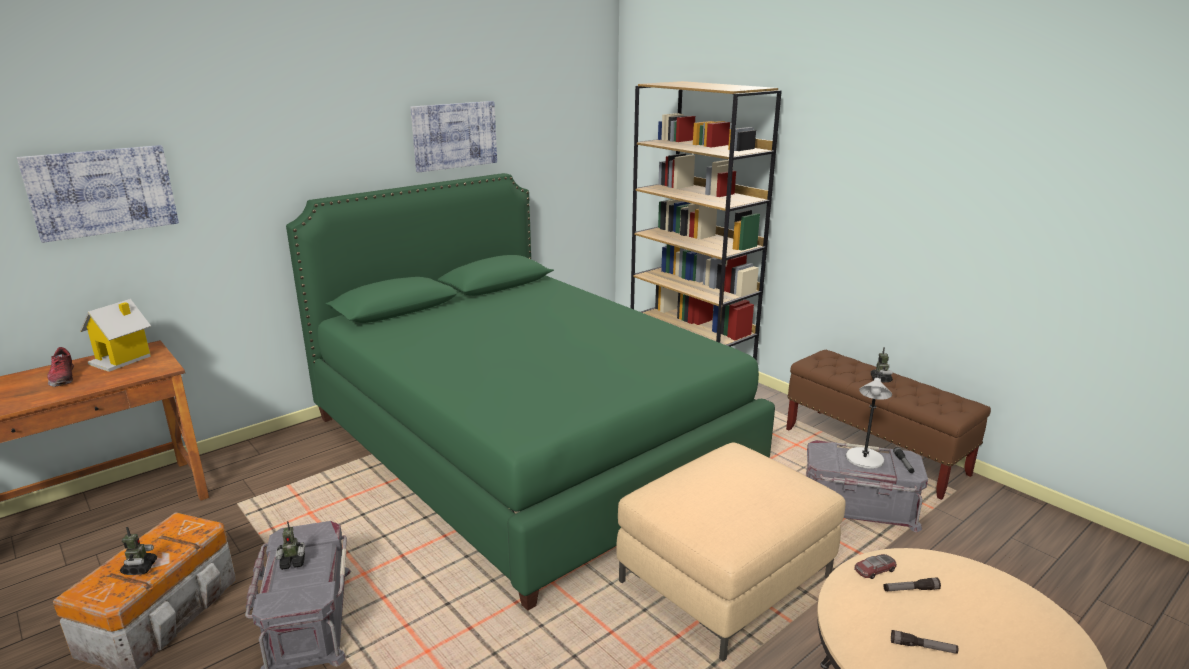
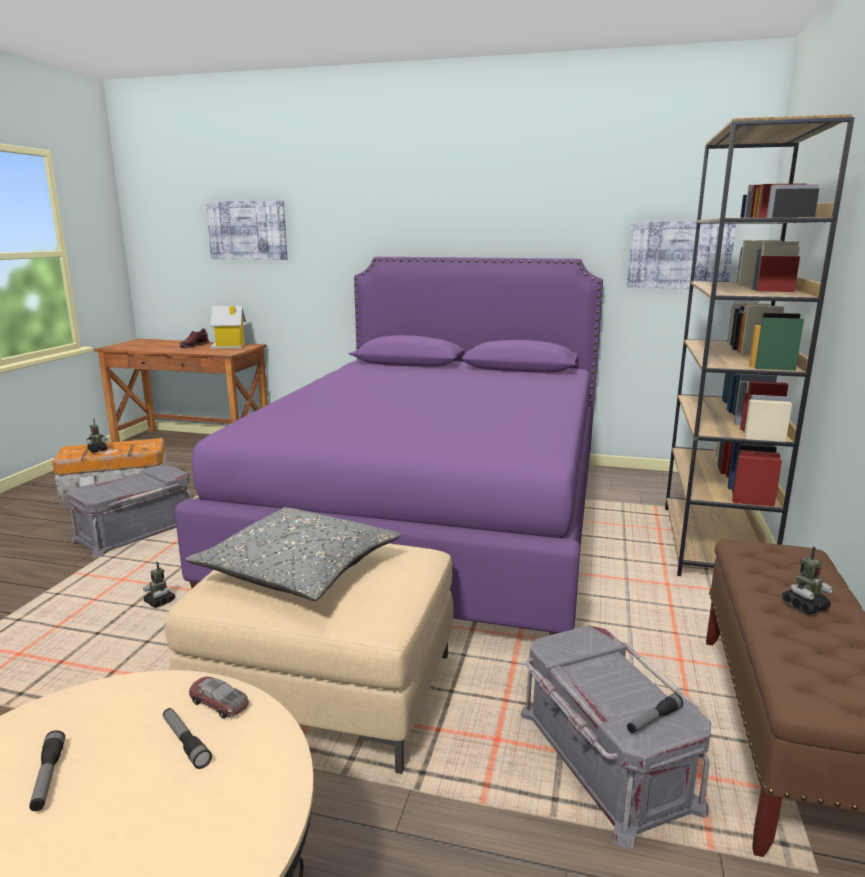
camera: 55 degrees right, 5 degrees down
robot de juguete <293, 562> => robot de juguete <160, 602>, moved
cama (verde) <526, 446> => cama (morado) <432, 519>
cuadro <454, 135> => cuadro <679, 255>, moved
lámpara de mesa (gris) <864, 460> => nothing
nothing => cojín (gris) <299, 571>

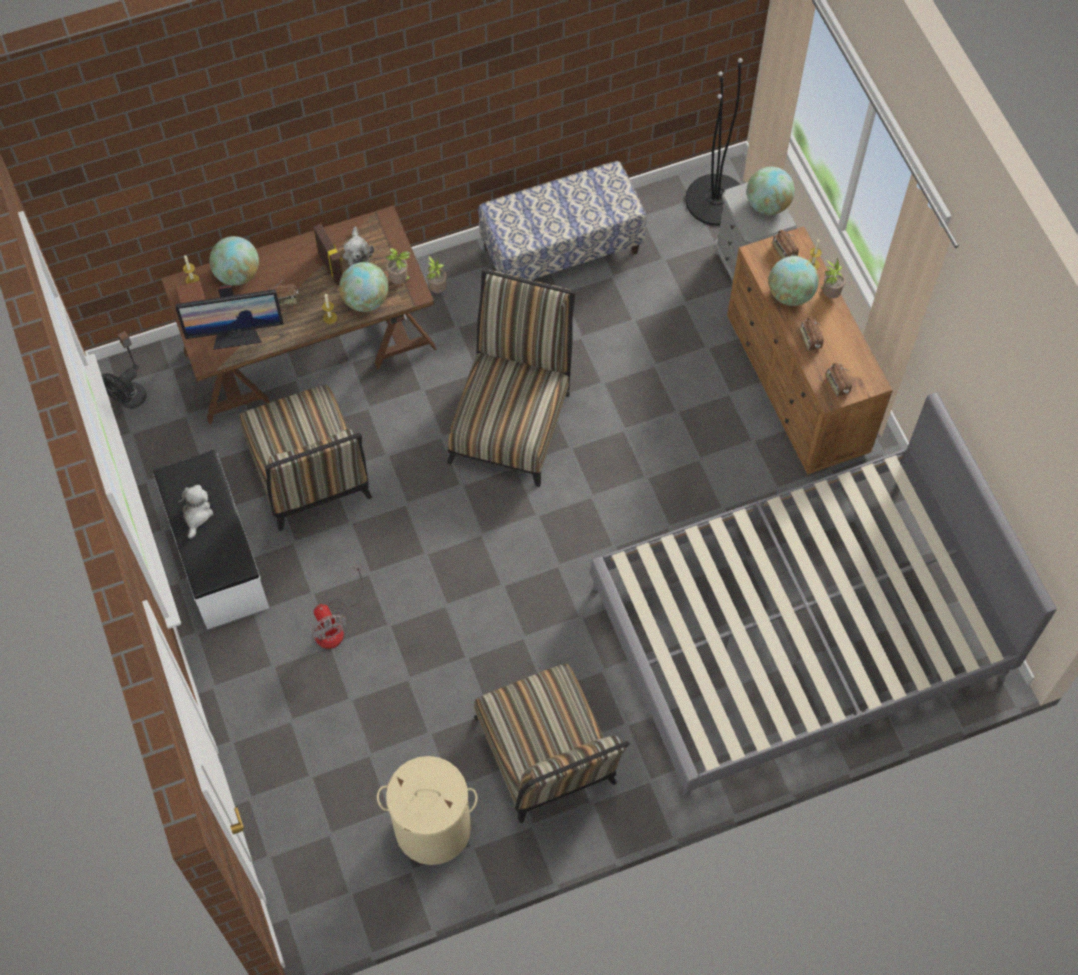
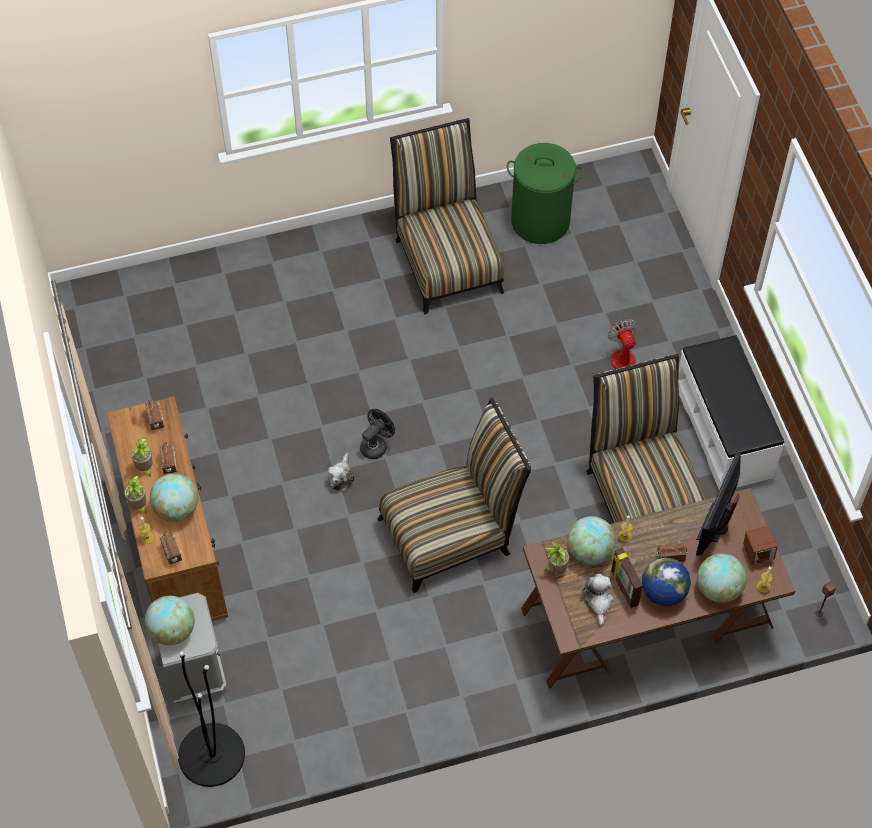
camera: 175 degrees left, 5 degrees down
ventilador (negro) <129, 400> => ventilador (negro) <376, 445>, moved
monitor <236, 335> => monitor <715, 525>, 60 degrees counterclockwise
peluche <196, 514> => peluche <341, 476>, moved
cesto de la ropa (beis) <432, 828> => cesto de la ropa (verde) <540, 221>
planta en maceta <437, 289> => planta en maceta <145, 468>, moved
silla <512, 419> => silla <452, 533>, 135 degrees counterclockwise
banco <561, 249> => nothing
cama (gris) <800, 630> => nothing
nothing => globo terráqueo <663, 593>

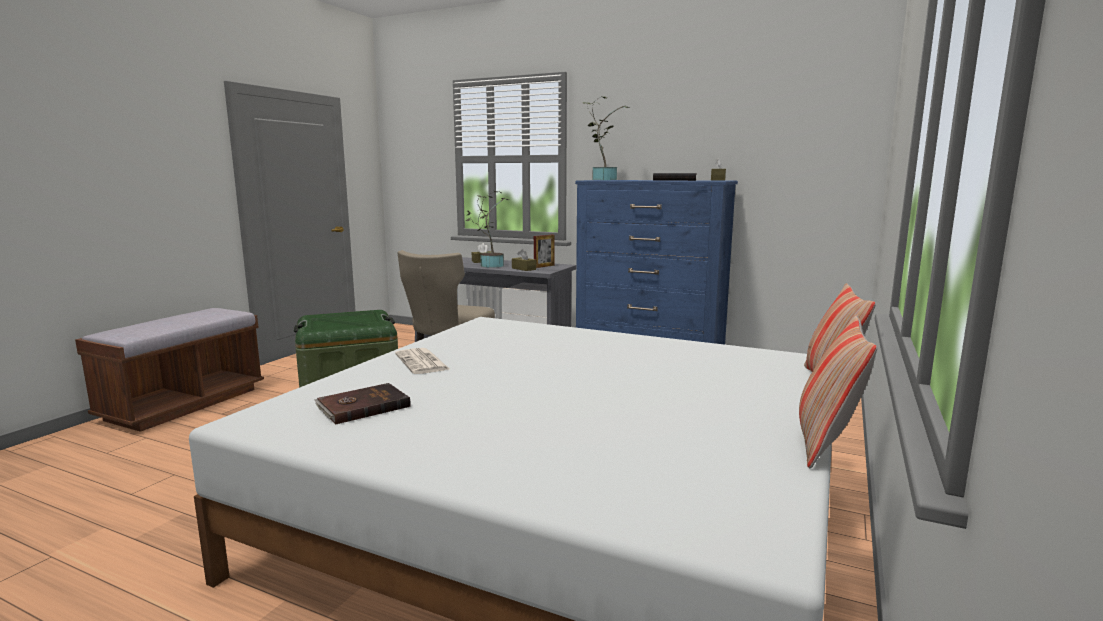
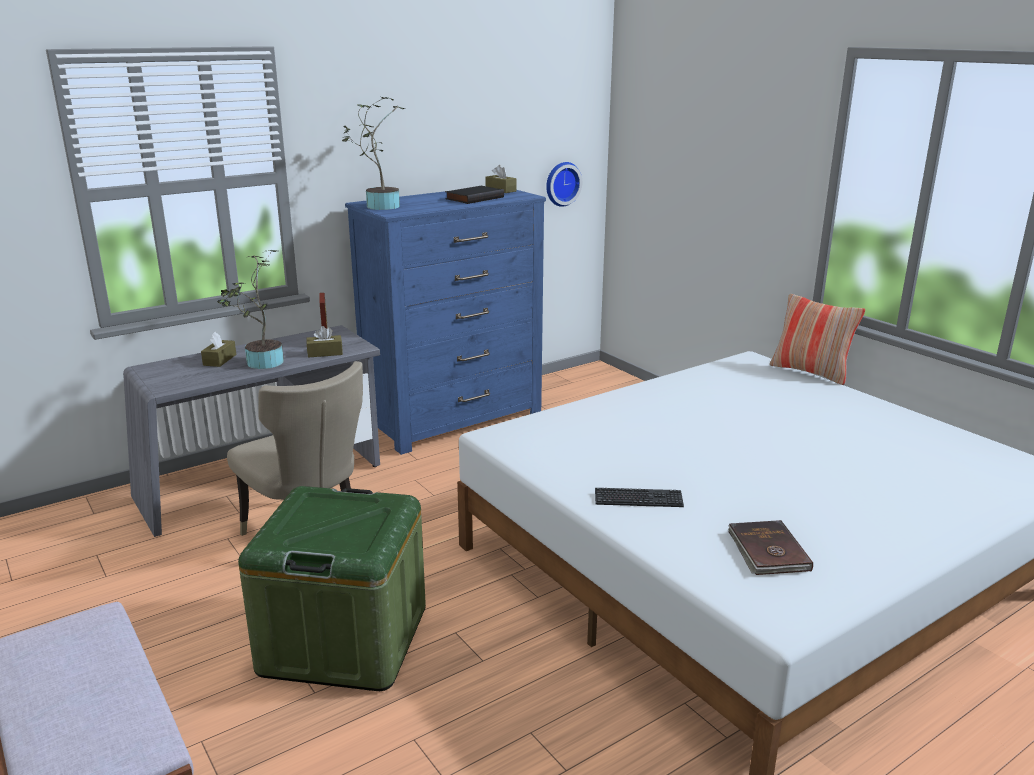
camera: 60 degrees left, 10 degrees up
periódico <422, 362> => teclado <638, 499>
cojín <826, 443> => nothing
nothing => reloj de pared <561, 183>

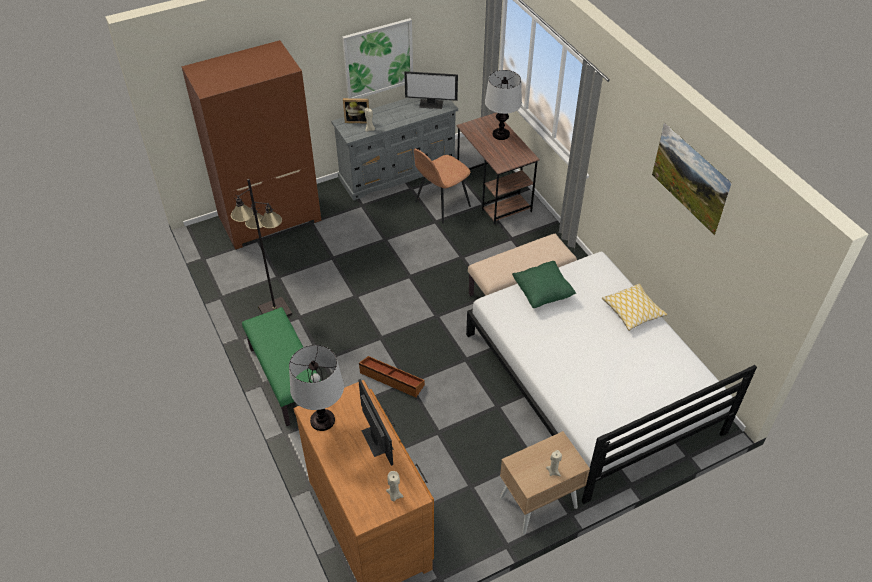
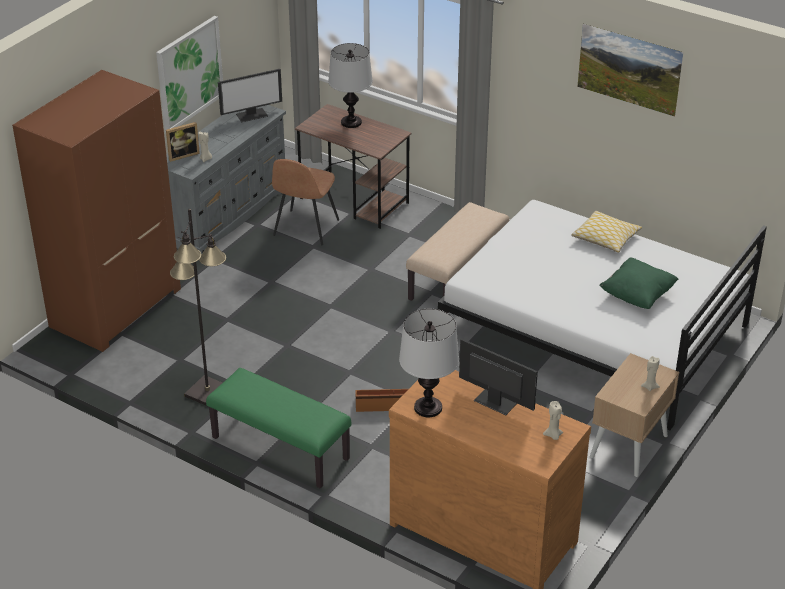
camera: 30 degrees left, 10 degrees down
cojín (verde) <542, 293> => cojín (verde) <637, 295>, moved

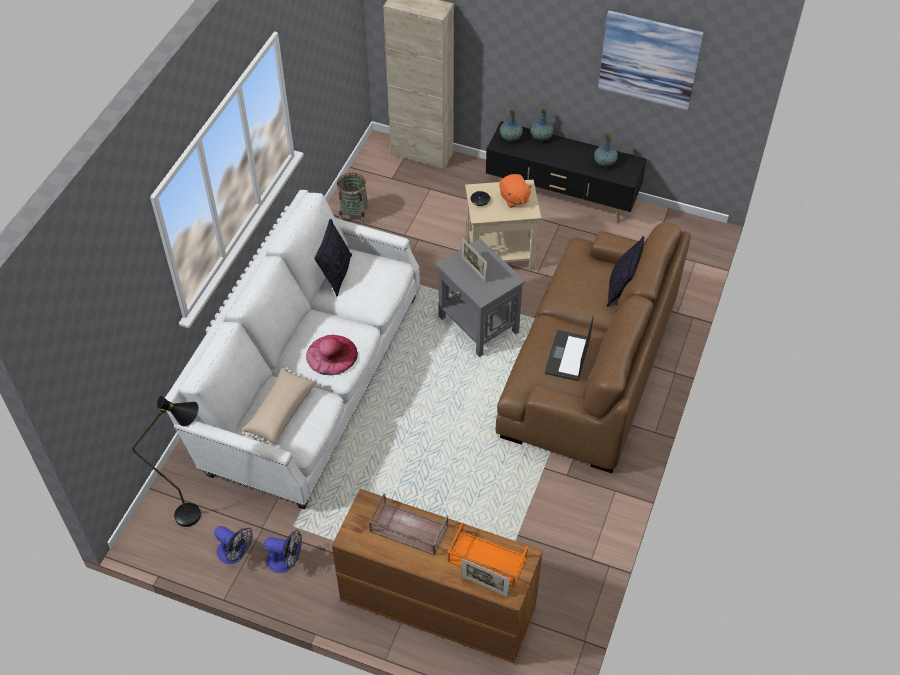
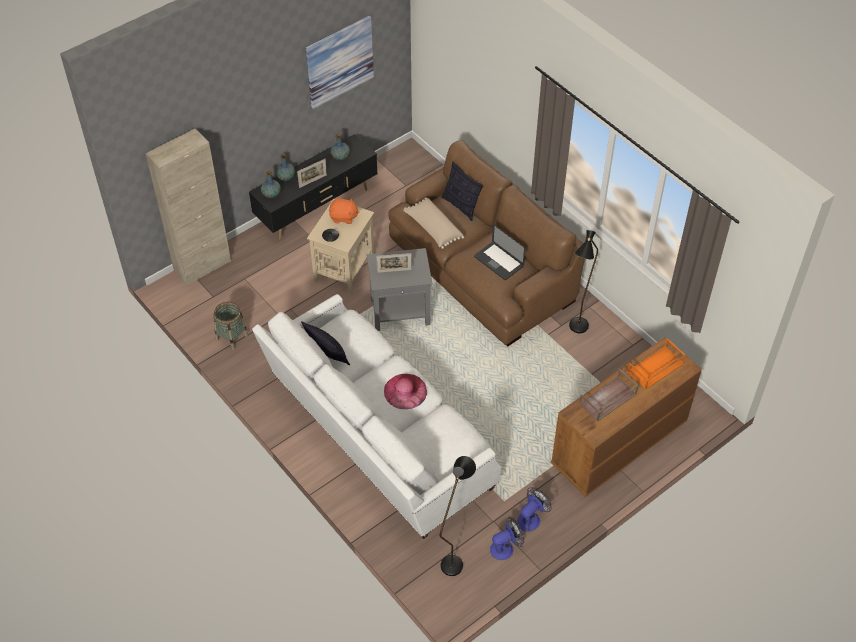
camera: 60 degrees left, 0 degrees up
cojín (beis) <279, 412> => cojín (beis) <433, 228>, moved
portarretratos <484, 586> => portarretratos <313, 181>, moved
nothing => lámpara de pie (negro) <576, 331>

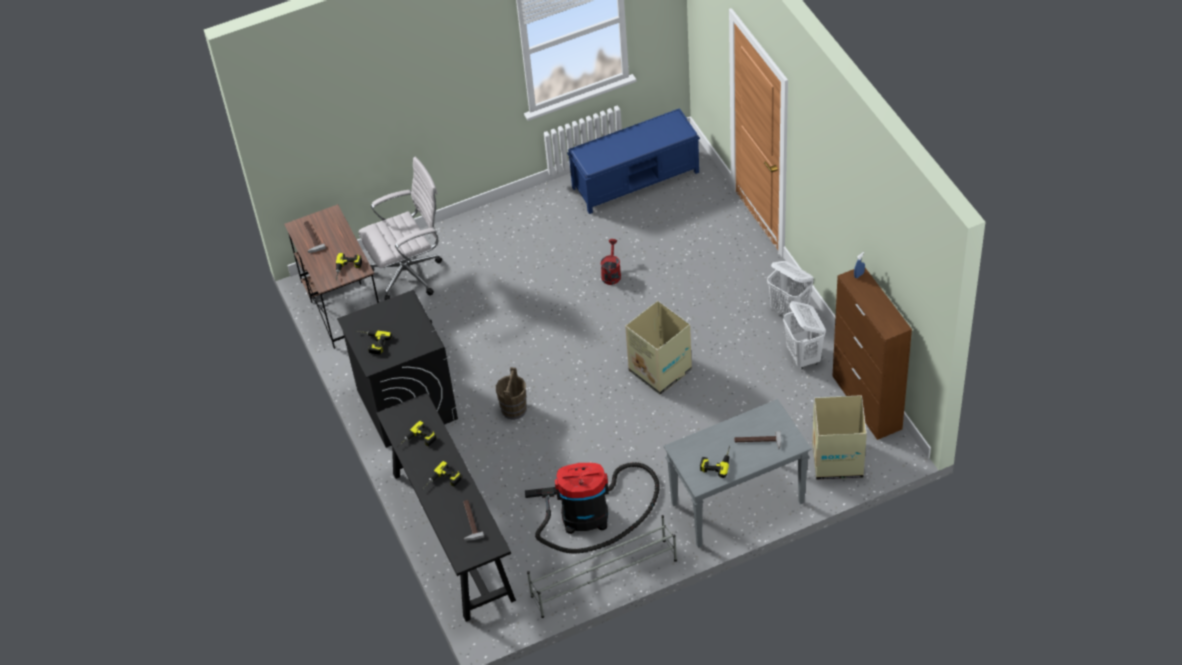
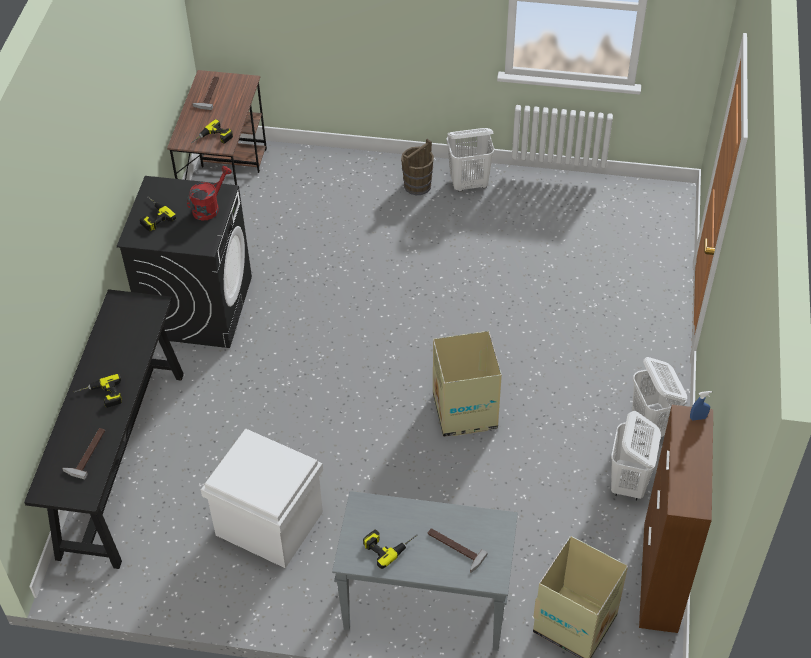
camera: 30 degrees right, 0 degrees up
silla de oficina (blanco) <410, 274> => nothing
taladro <417, 441> => nothing
cubo (marrón) <514, 409> => cubo (marrón) <417, 185>, moved
aspiradora <591, 515> => caja de almacenaje (blanco) <268, 523>
zapatero (gris) <603, 578> => nothing
banco (azul) <636, 179> => nothing
regadera (rojo) <611, 273> => regadera (rojo) <209, 207>, moved
nothing => cesto de la ropa (blanco) <469, 183>

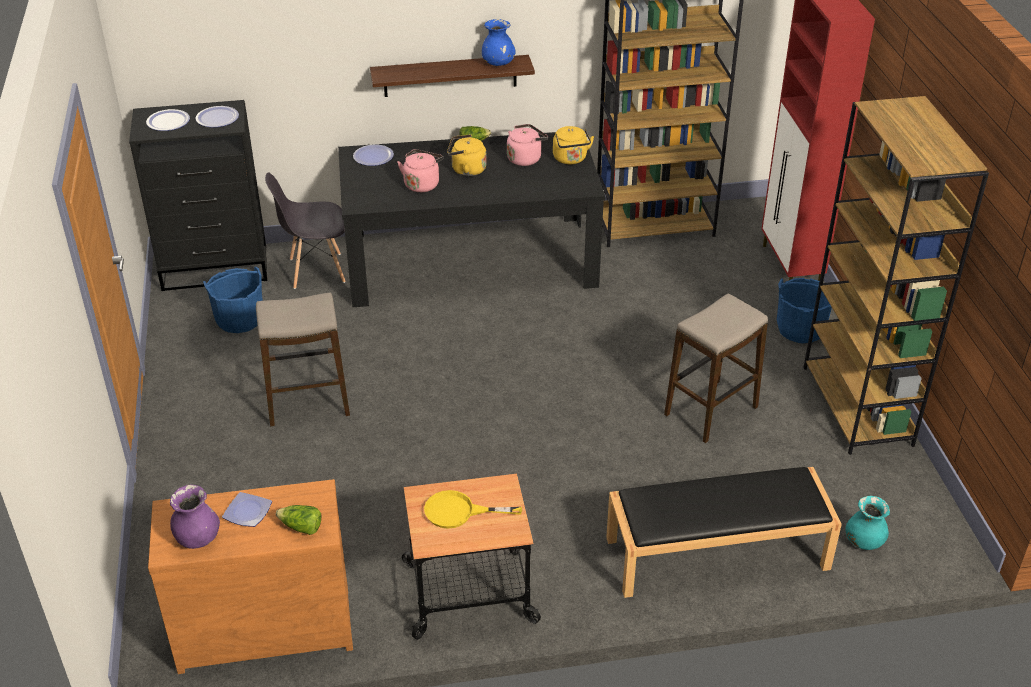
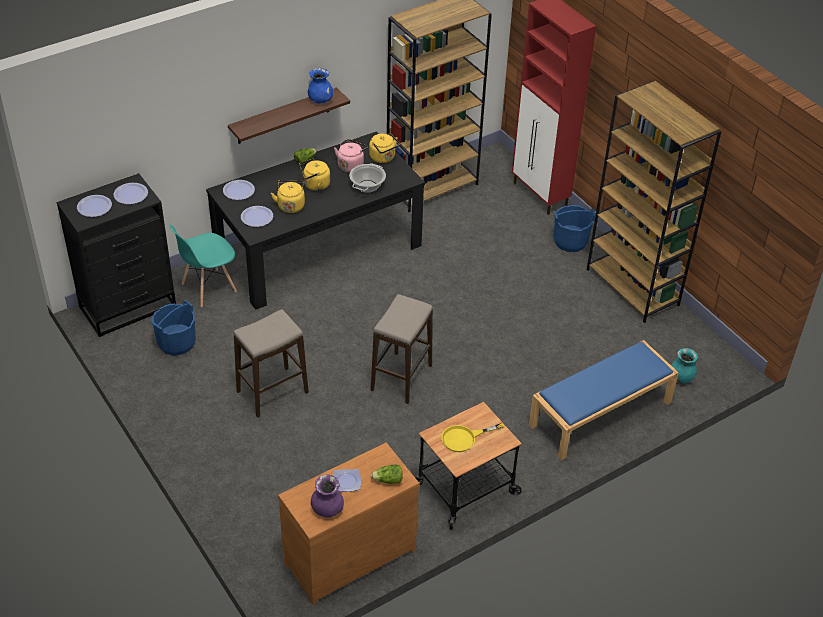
camera: 25 degrees left, 5 degrees up
silla (gris) <316, 271> => silla (turquesa) <208, 287>
hervidor (rosa) <422, 184> => hervidor (amarillo) <291, 205>
banco (negro) <716, 554> => banco (azul) <600, 414>
taburete <711, 411> => taburete <401, 378>, moved
nothing => plato <257, 217>
nothing => olla <367, 186>

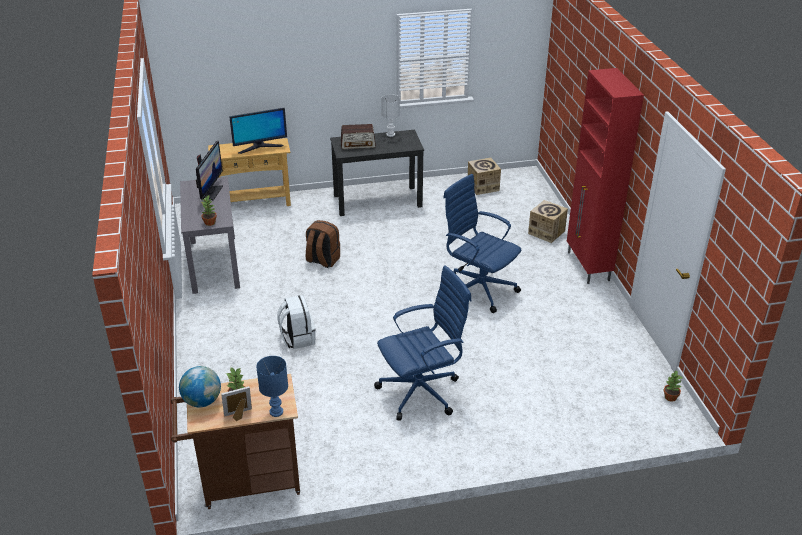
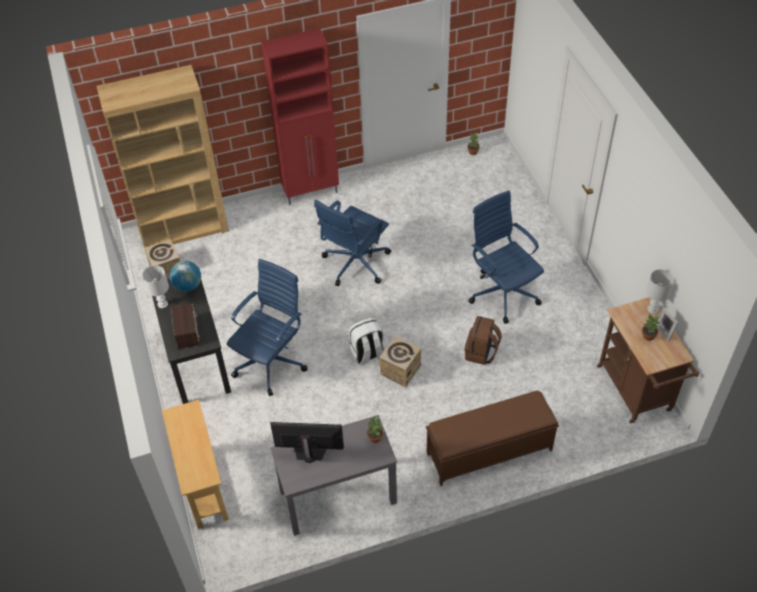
camera: 95 degrees left, 15 degrees up
globo terráqueo <202, 401> => globo terráqueo <188, 286>, moved
monitor <260, 147> => nothing
lámpara de mesa (azul) <276, 412> => lámpara de mesa (blanco) <653, 309>
mochila (blanco) <297, 338> => mochila (blanco) <367, 354>, moved
mochila (marrón) <322, 260> => mochila (marrón) <481, 352>, moved
caja de cartón <546, 232> => caja de cartón <400, 370>, moved
nothing => estantería (marrón) <184, 229>
nothing => silla de oficina (azul) <271, 361>
nothing => banco (marrón) <488, 452>

